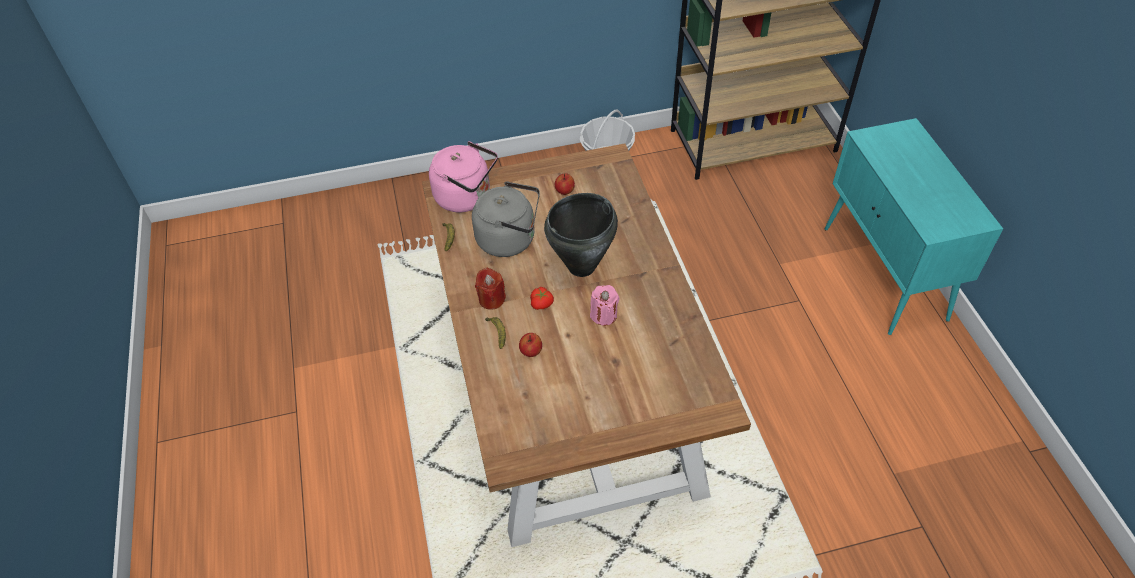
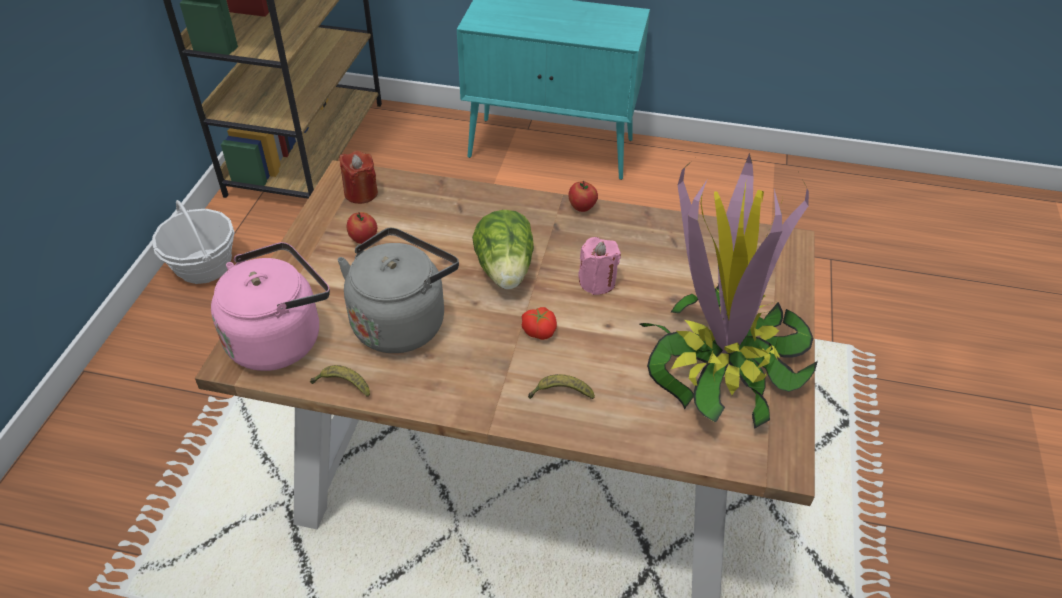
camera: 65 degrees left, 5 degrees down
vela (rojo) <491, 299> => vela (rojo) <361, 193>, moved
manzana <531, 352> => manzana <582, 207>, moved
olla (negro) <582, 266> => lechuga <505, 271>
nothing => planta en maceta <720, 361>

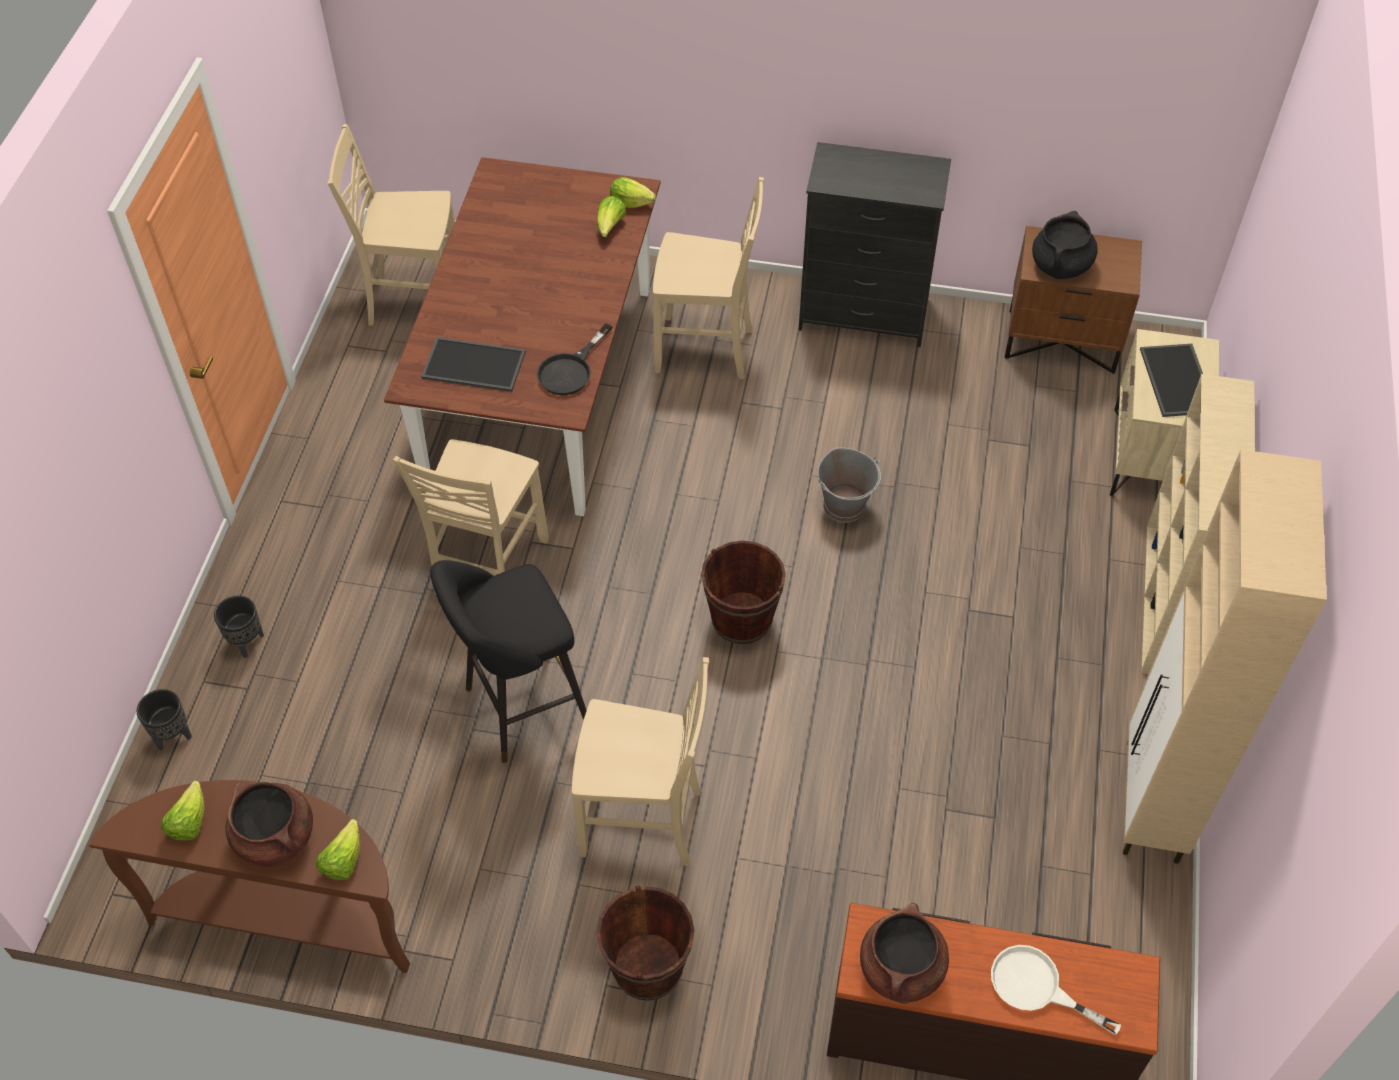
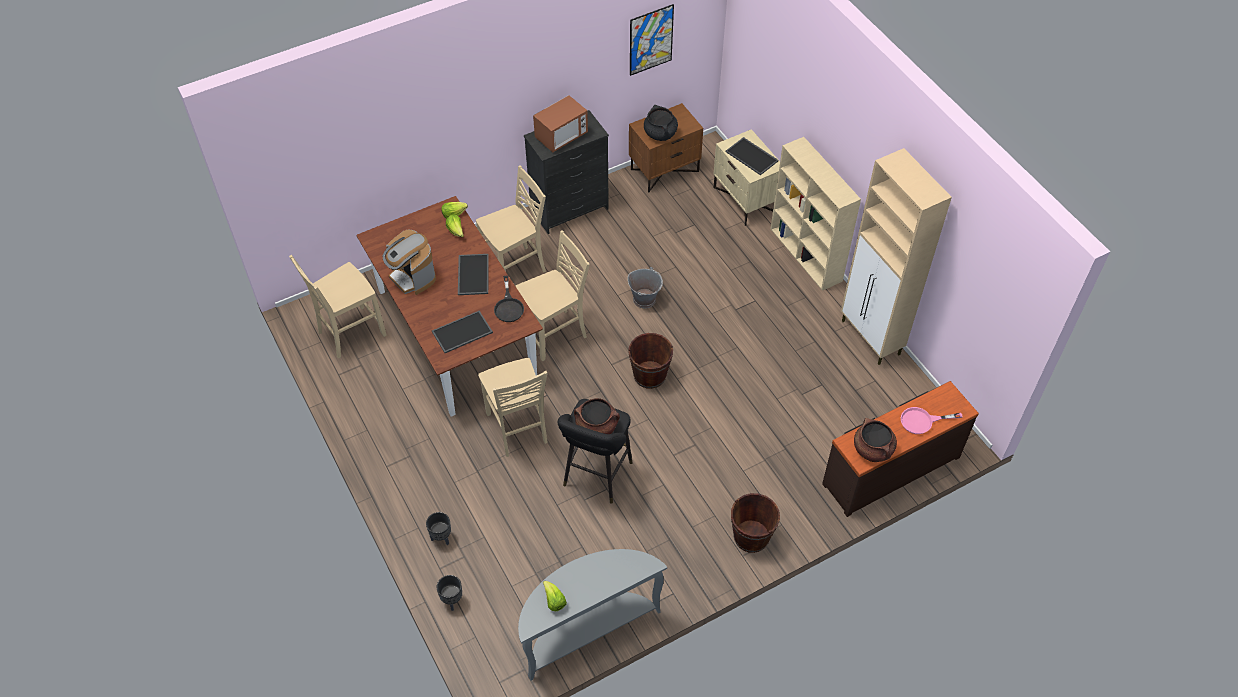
camera: 40 degrees left, 0 degrees up
mesa consola (marrón) <289, 914> => mesa consola (gris) <587, 629>
olla (marrón) <276, 838> => olla (marrón) <597, 426>, moved
lechuga <343, 860> => nothing
silla (beis) <644, 822> => silla (beis) <555, 334>, moved
sartén (blanco) <1036, 987> => sartén (rosa) <922, 421>
nothing => cafetera <412, 277>
nothing => bandeja <472, 274>
nothing => microondas <561, 136>
nothing => cuadro <651, 40>

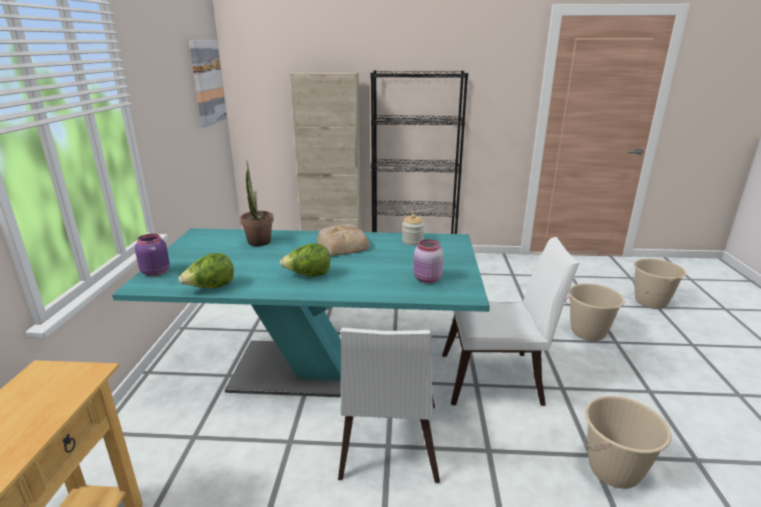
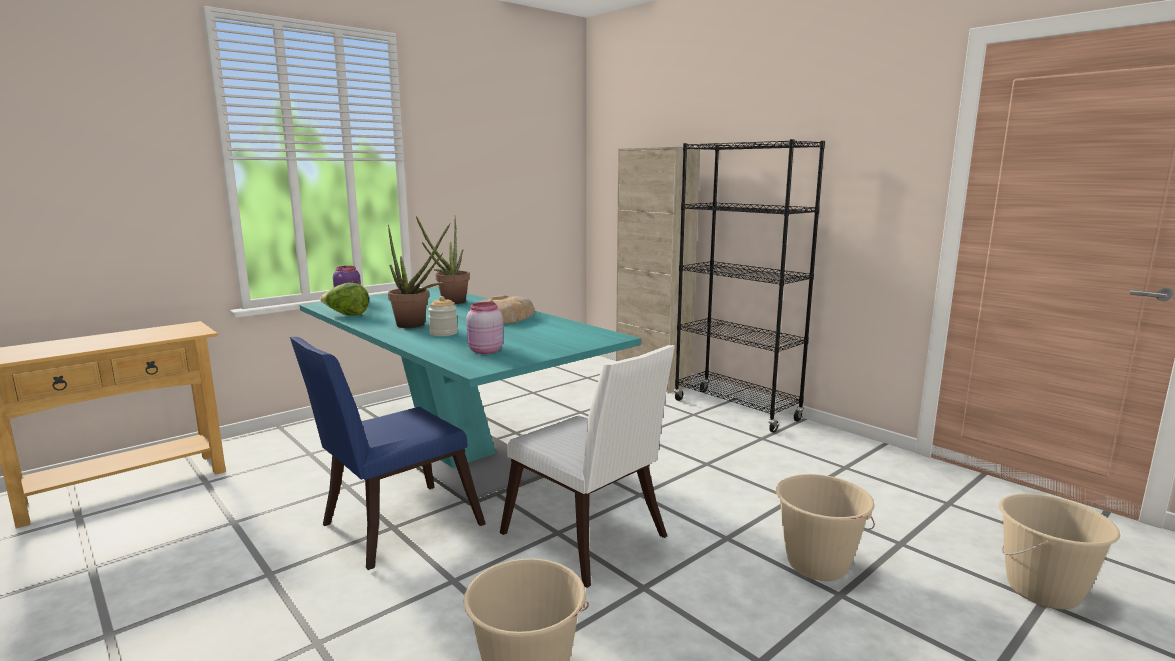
camera: 45 degrees right, 10 degrees down
cuadro <207, 82> => nothing
lechuga <308, 275> => planta en maceta <416, 325>
silla (blanco) <388, 446> => silla (azul) <392, 527>
tarro <412, 241> => tarro <443, 333>, moved

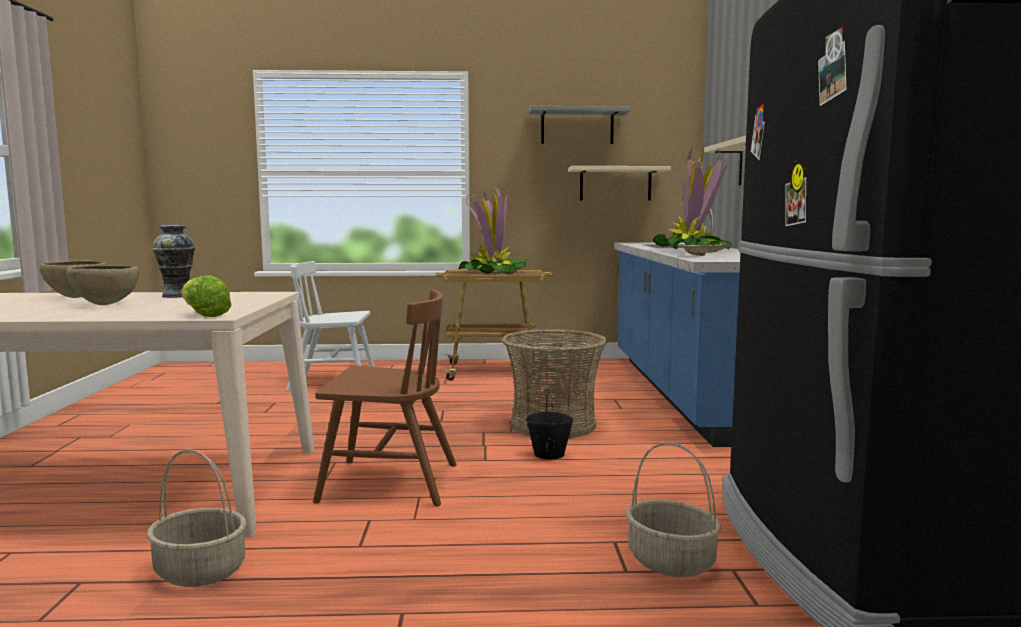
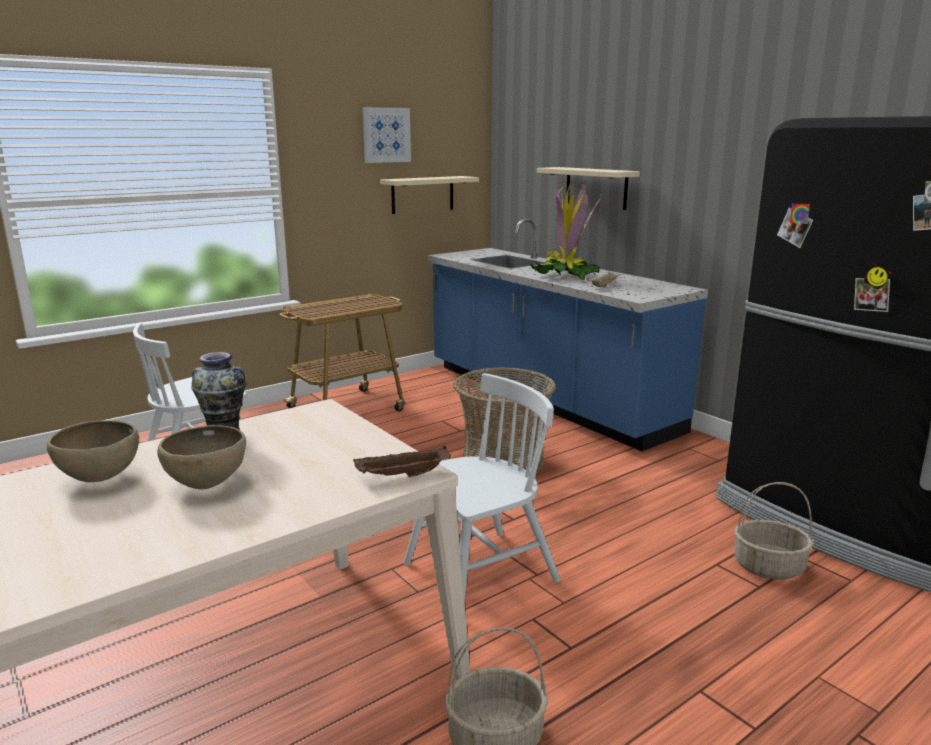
camera: 35 degrees left, 10 degrees up
lechuga <204, 315> => bandeja (marrón) <402, 476>
silla (marrón) <388, 483> => silla (blanco) <480, 573>
planta en maceta <492, 272> => nothing
cubo (negro) <548, 454> => nothing
estante (gris) <577, 127> => cuadro <386, 135>

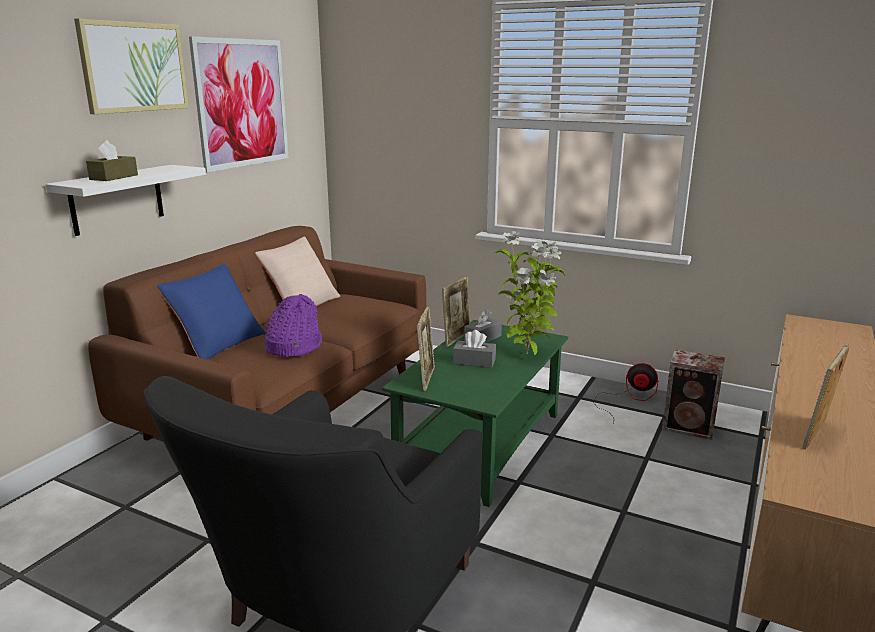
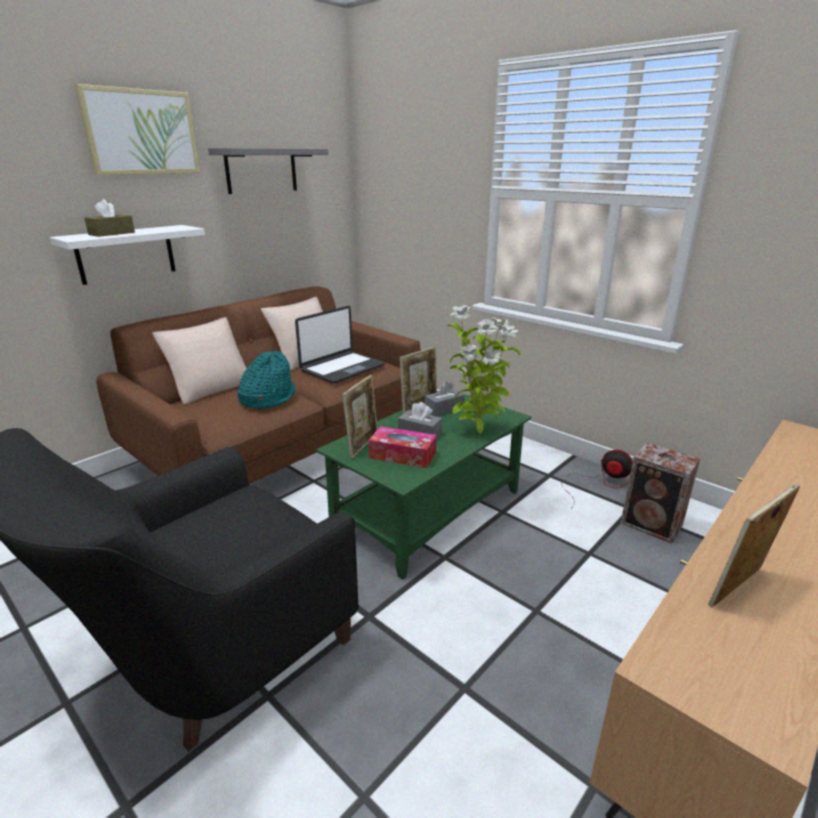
camera: 15 degrees right, 5 degrees up
cojín (azul) <217, 343> => cojín (beis) <210, 387>
cuadro <242, 103> => estante (gris) <261, 170>
sombrero (morado) <293, 346> => sombrero (turquesa) <267, 398>
nothing => portátil <342, 368>
nothing => caja de pañuelos <402, 455>

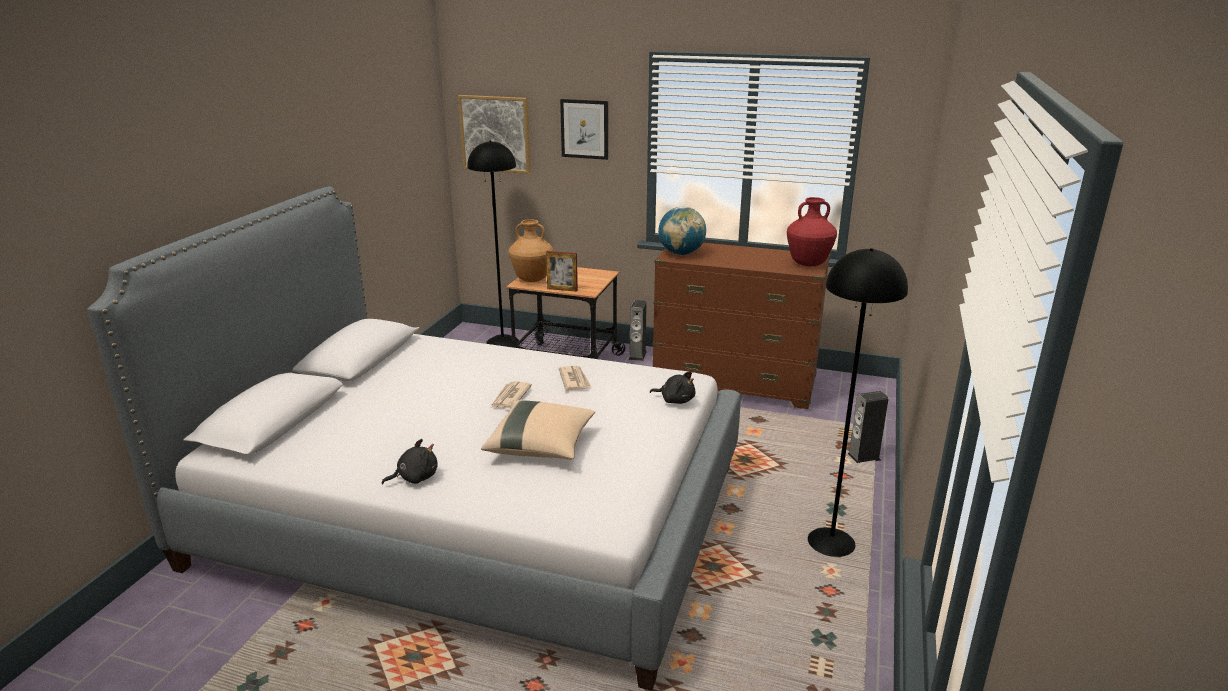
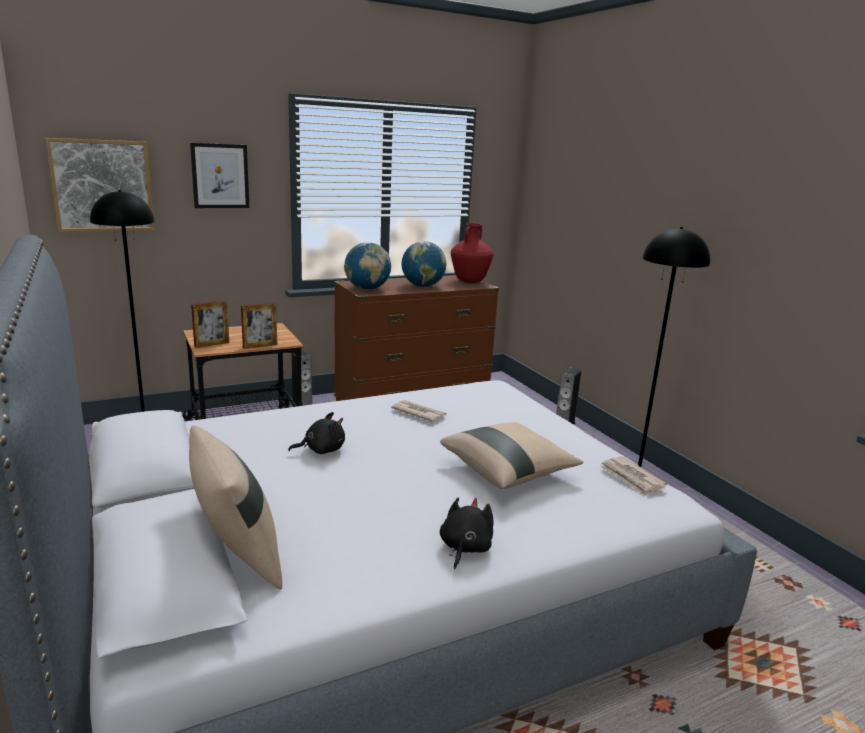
camera: 45 degrees left, 5 degrees down
periódico <510, 397> => periódico <631, 478>, moved
florero (marrón) <532, 280> => portarretratos <212, 344>
peluche (negro) <675, 400> => peluche (negro) <321, 450>, moved
nothing => cojín (beis) <237, 558>
nothing => globo terráqueo <422, 286>

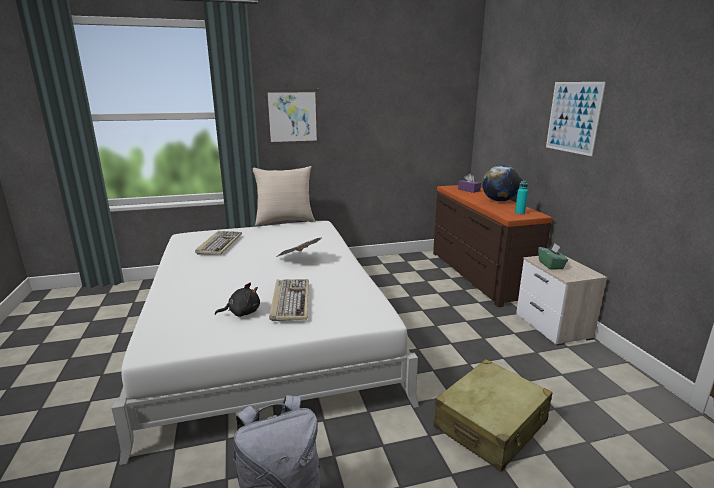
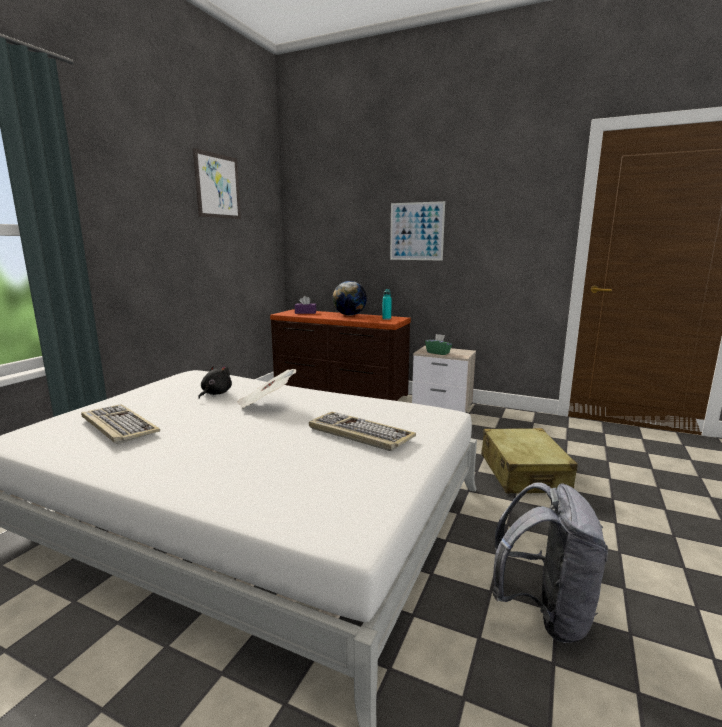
camera: 50 degrees left, 5 degrees down
peluche (negro) <242, 313> => peluche (negro) <215, 393>, moved
cojín (beis) <285, 221> => nothing
cuadro <292, 116> => cuadro <217, 186>, moved

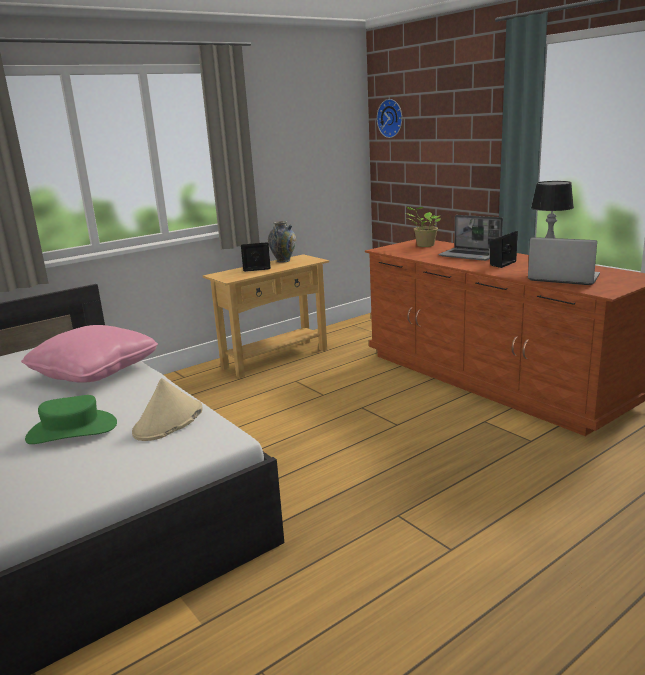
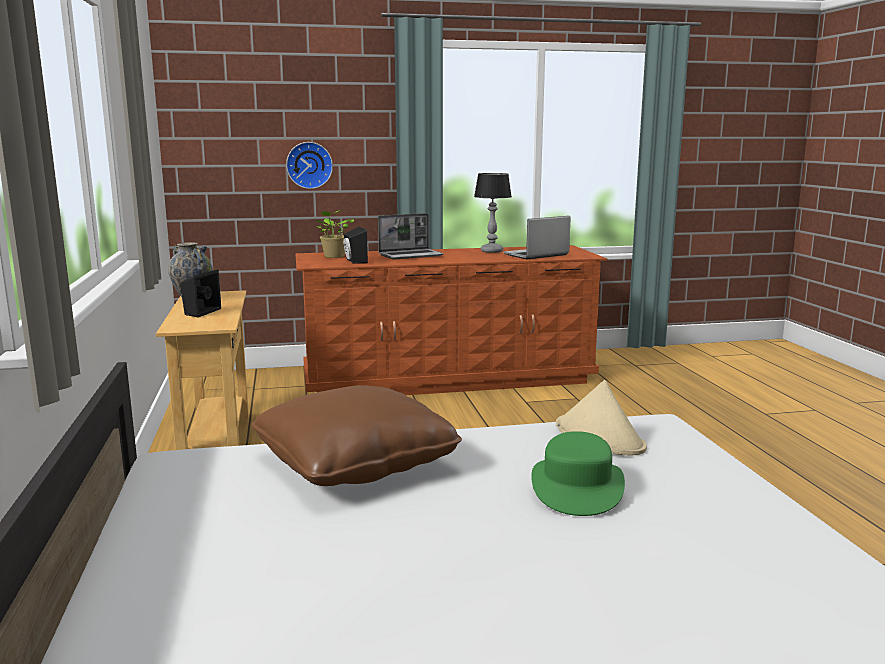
camera: 65 degrees left, 5 degrees down
cojín (rosa) <94, 371> => cojín (marrón) <355, 463>
reloj de pared <391, 118> => reloj de pared <309, 165>, moved
altavoz (negro) <500, 264> => altavoz (negro) <354, 261>, moved

